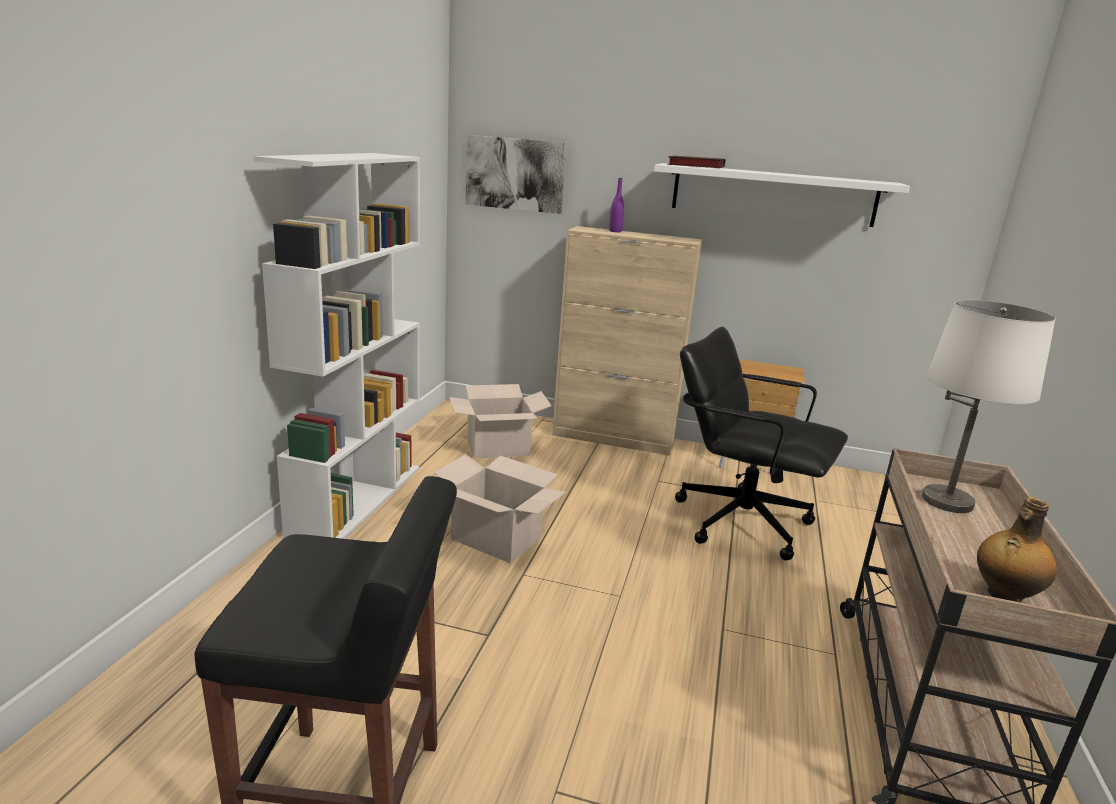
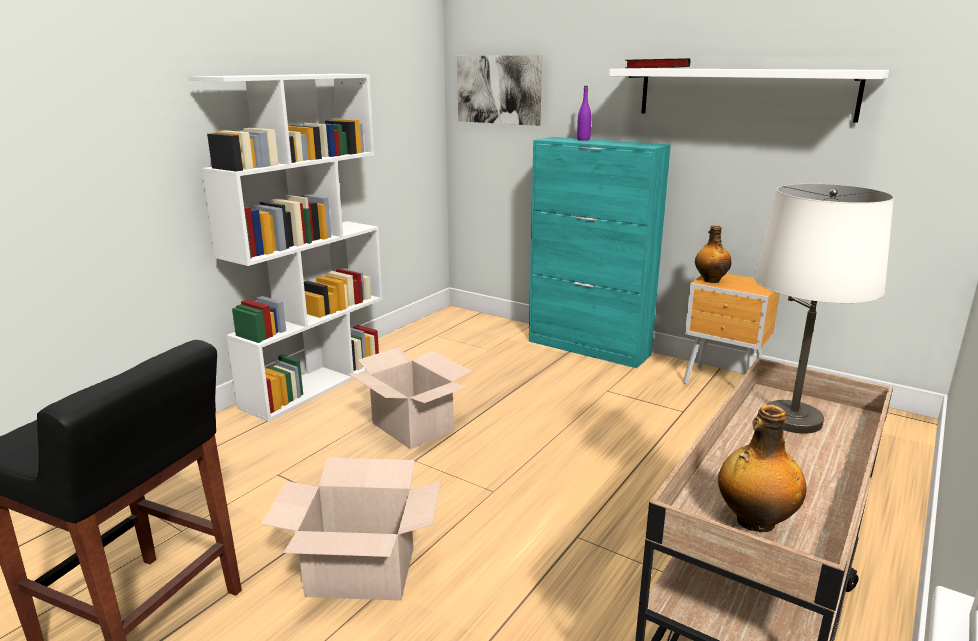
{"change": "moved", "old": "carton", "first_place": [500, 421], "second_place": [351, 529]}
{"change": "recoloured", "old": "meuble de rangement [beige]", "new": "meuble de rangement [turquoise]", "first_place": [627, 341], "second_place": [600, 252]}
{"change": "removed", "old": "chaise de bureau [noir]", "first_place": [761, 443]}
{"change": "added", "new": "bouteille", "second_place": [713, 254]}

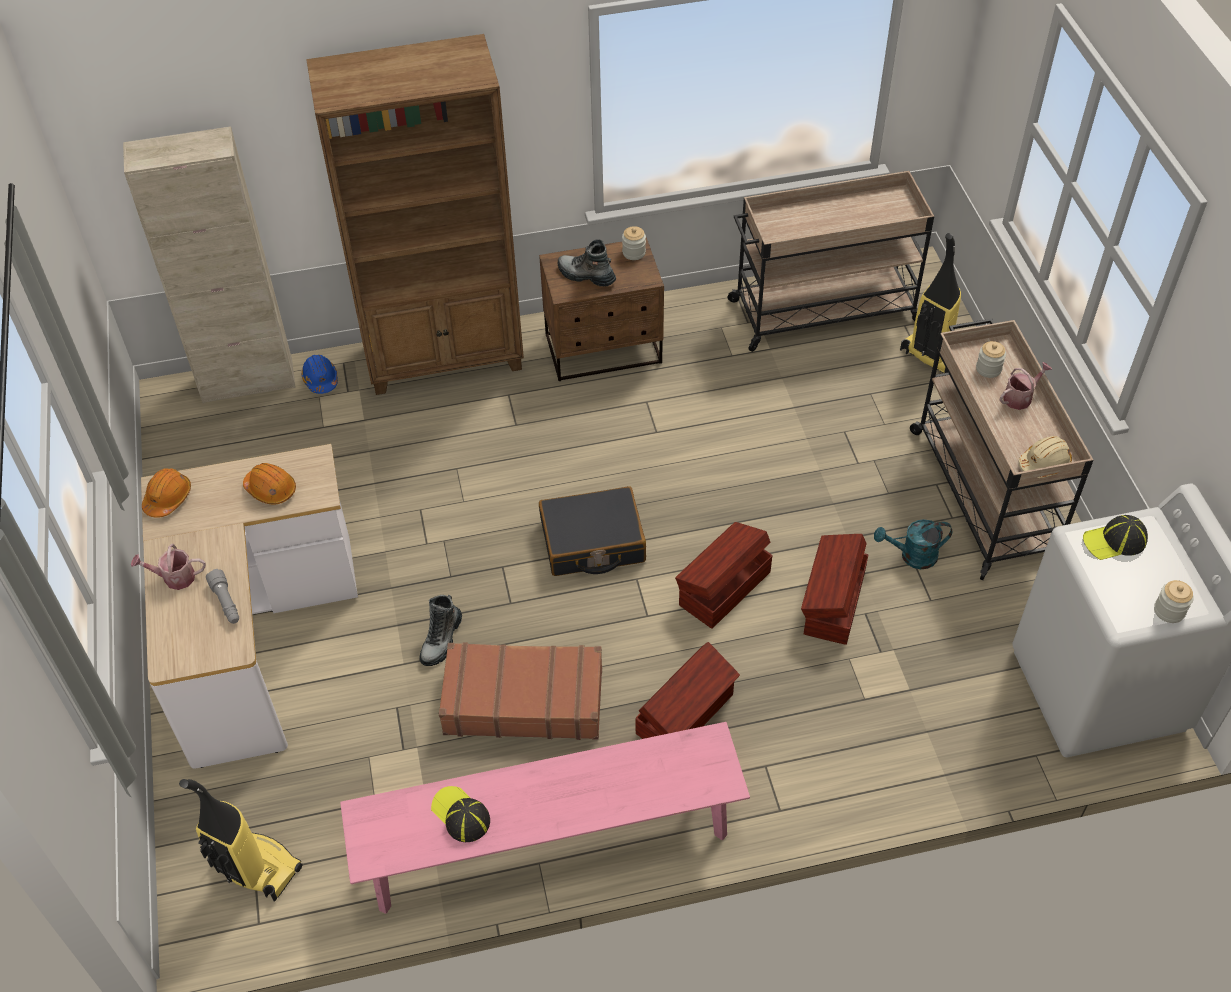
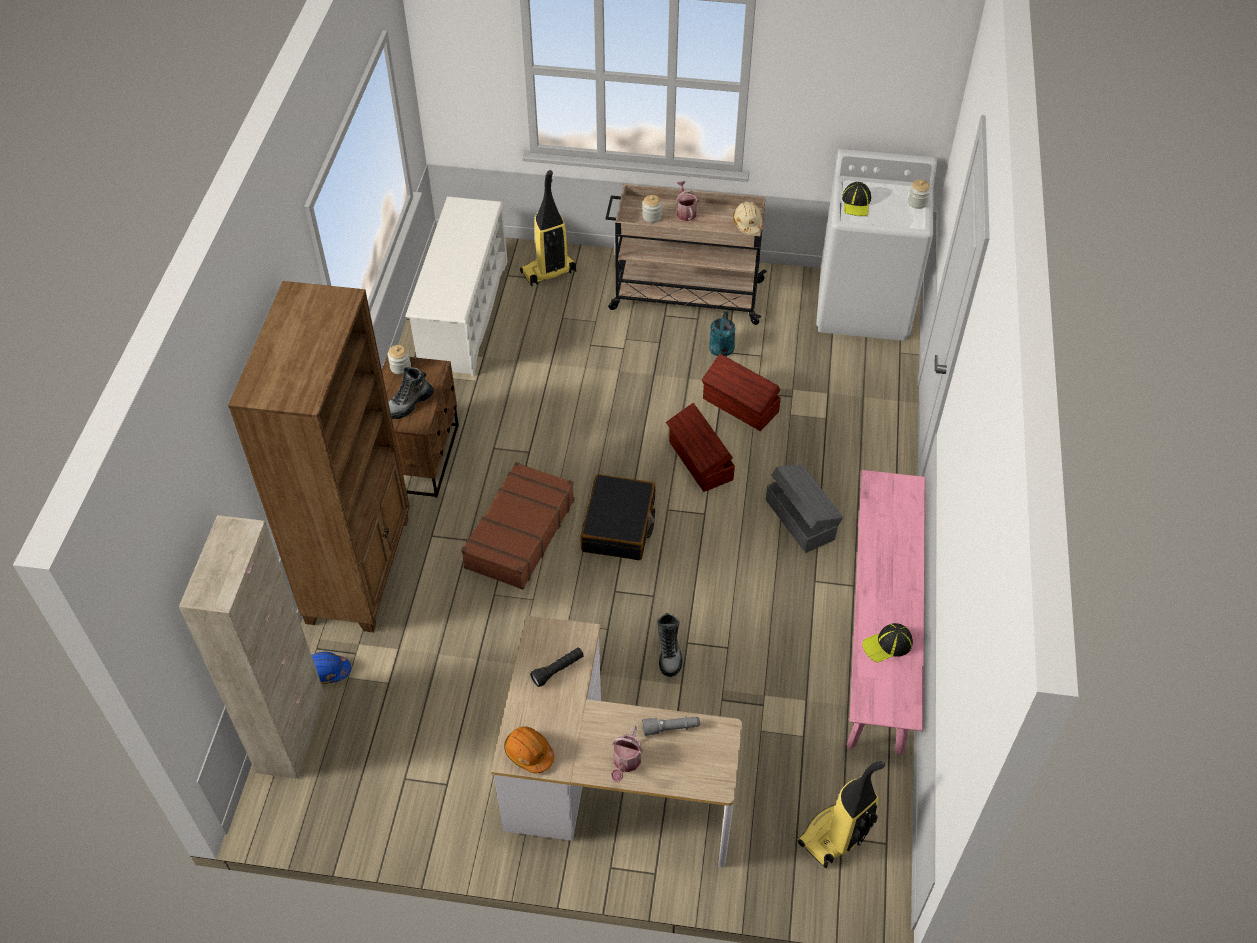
{"change": "replaced", "old": "casque de chantier [orange]", "new": "lampe de poche [noir]", "first_place": [269, 483], "second_place": [557, 667]}
{"change": "turned", "old": "botte", "first_place": [440, 630], "second_place": [669, 645], "degrees": 45}
{"change": "moved", "old": "valise [marron]", "first_place": [520, 691], "second_place": [518, 526]}
{"change": "recoloured", "old": "boîte de rangement [marron]", "new": "boîte de rangement [gris]", "first_place": [687, 690], "second_place": [804, 508]}
{"change": "replaced", "old": "chariot [beige]", "new": "étagère à chaussures [blanc]", "first_place": [831, 261], "second_place": [457, 286]}

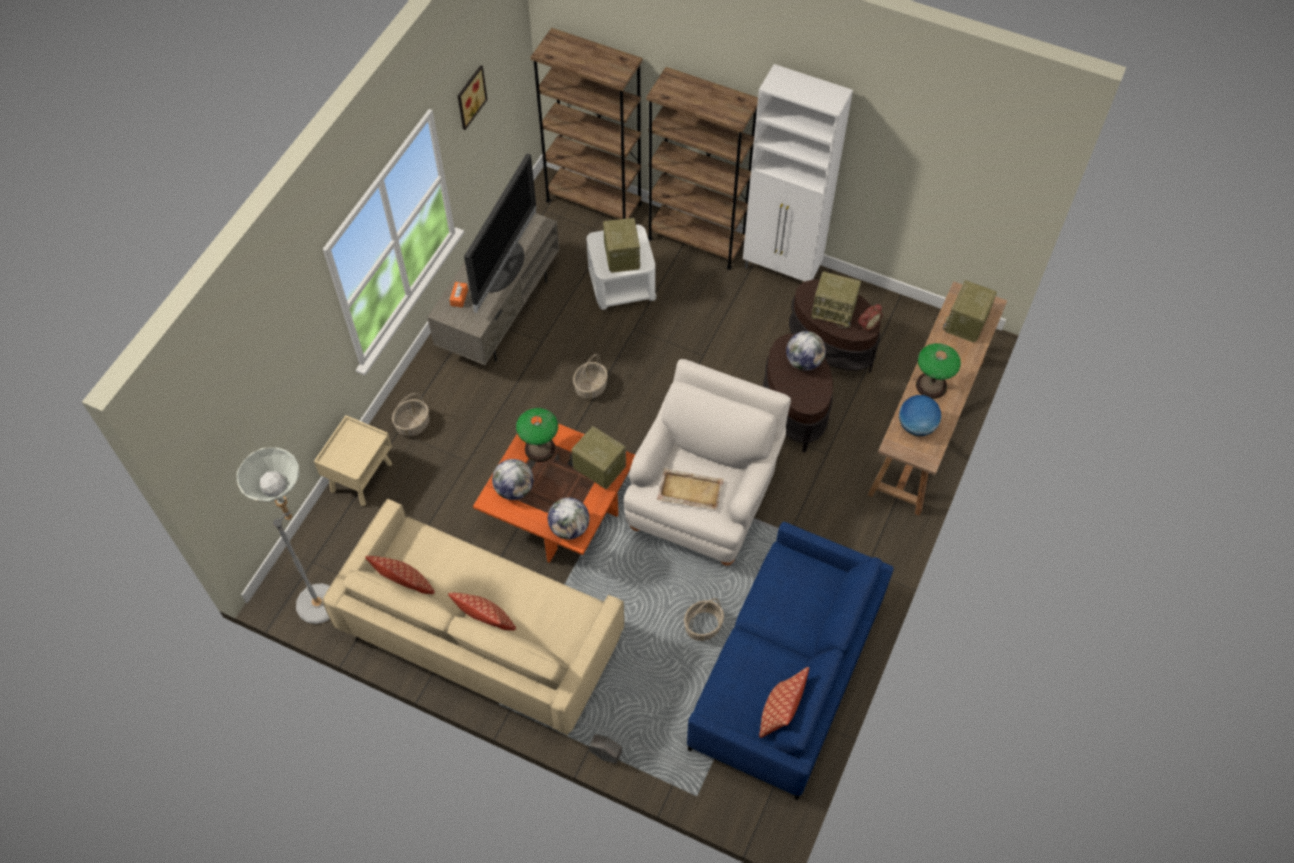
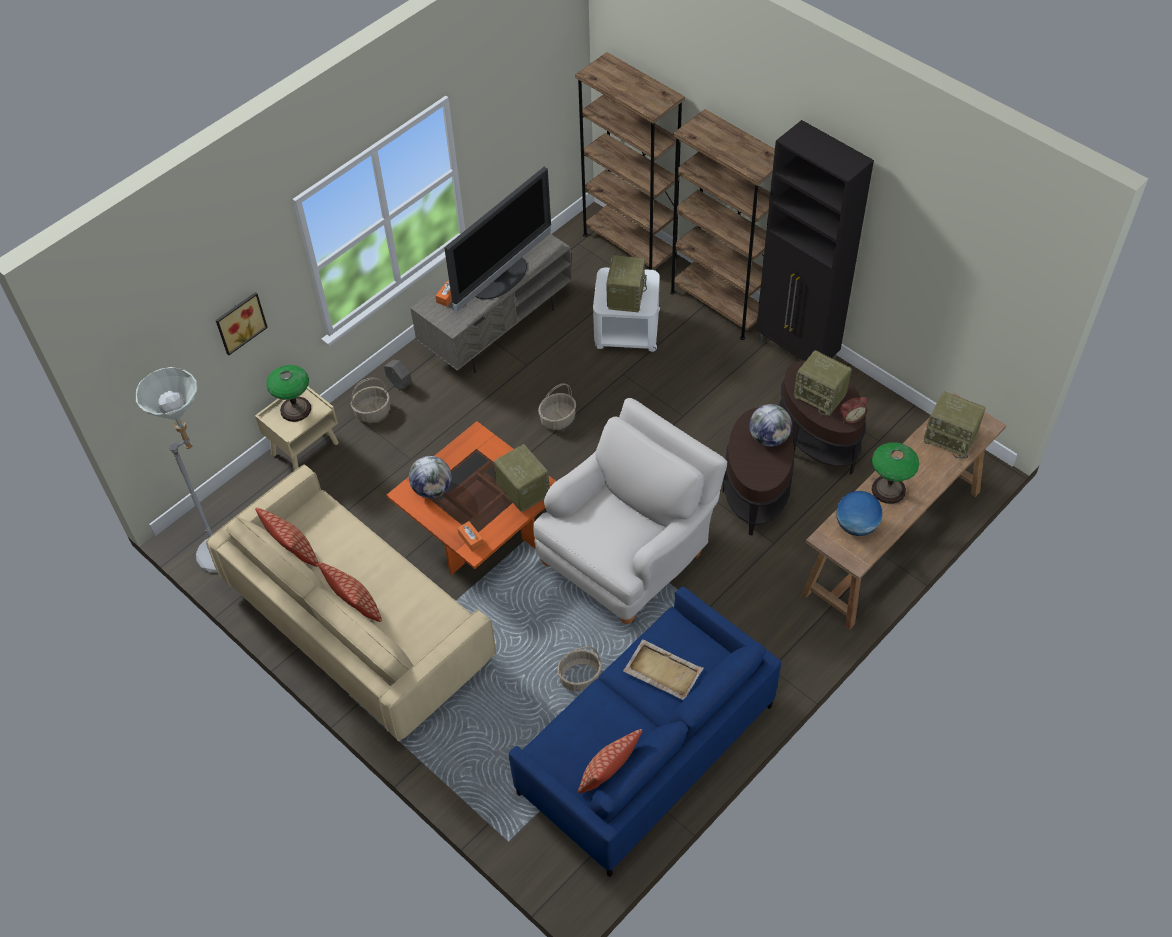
{"change": "moved", "old": "tableau", "first_place": [472, 97], "second_place": [242, 323]}
{"change": "moved", "old": "lampe de table", "first_place": [537, 435], "second_place": [288, 393]}
{"change": "replaced", "old": "globe", "new": "boîte à mouchoirs [orange]", "first_place": [569, 519], "second_place": [470, 536]}
{"change": "moved", "old": "cache-pot [gris]", "first_place": [605, 749], "second_place": [398, 374]}
{"change": "moved", "old": "plateau [beige]", "first_place": [690, 489], "second_place": [663, 669]}
{"change": "recoloured", "old": "meuble de rangement [blanc]", "new": "meuble de rangement [noir]", "first_place": [798, 172], "second_place": [815, 240]}
{"change": "turned", "old": "radio", "first_place": [970, 311], "second_place": [955, 424], "degrees": -105}

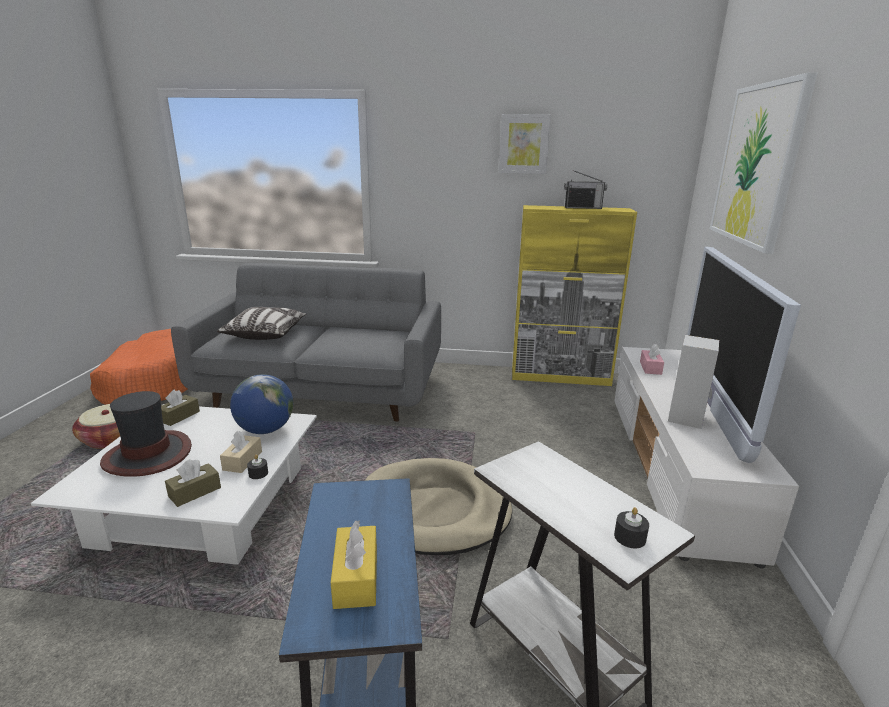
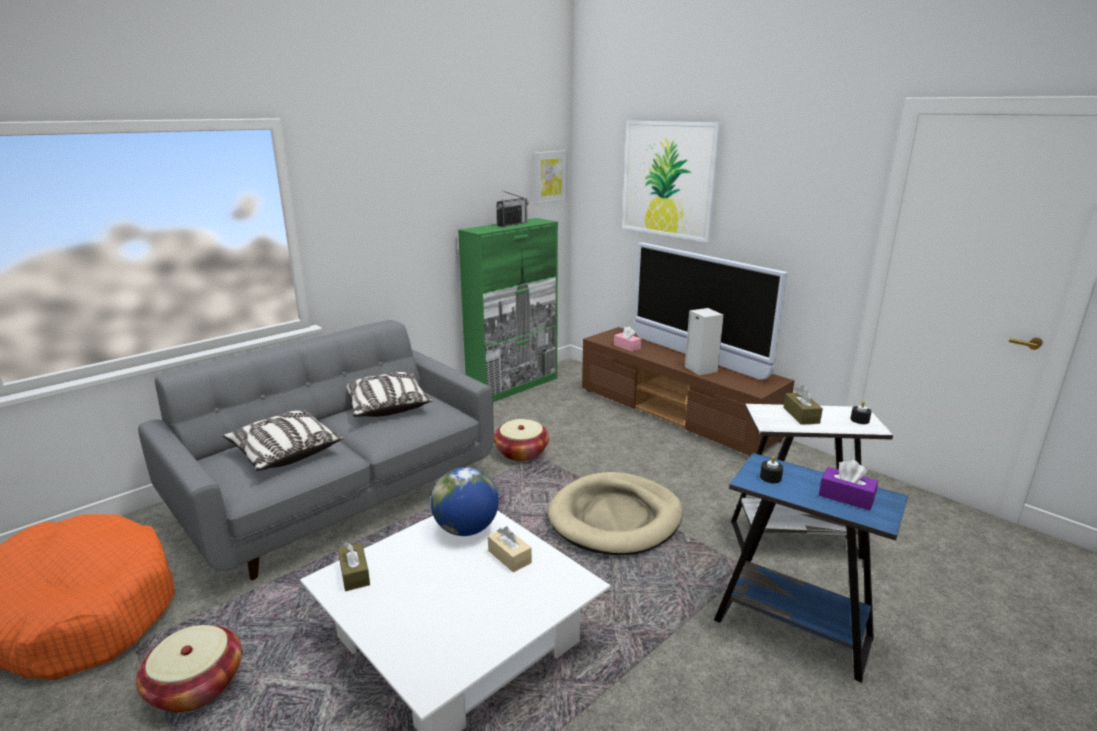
{"change": "removed", "old": "chapeau", "first_place": [146, 434]}
{"change": "moved", "old": "boîte à mouchoirs [marron]", "first_place": [193, 483], "second_place": [803, 405]}
{"change": "moved", "old": "bougie [noir]", "first_place": [257, 467], "second_place": [771, 469]}
{"change": "recoloured", "old": "boîte à mouchoirs [jaune]", "new": "boîte à mouchoirs [violet]", "first_place": [354, 564], "second_place": [848, 485]}
{"change": "moved", "old": "tableau", "first_place": [525, 144], "second_place": [550, 178]}
{"change": "recoloured", "old": "meuble de rangement [jaune]", "new": "meuble de rangement [vert]", "first_place": [574, 295], "second_place": [508, 310]}
{"change": "recoloured", "old": "meuble télé [blanc]", "new": "meuble télé [marron]", "first_place": [706, 457], "second_place": [688, 392]}
{"change": "added", "new": "coussin", "second_place": [390, 394]}
{"change": "added", "new": "panier", "second_place": [521, 440]}

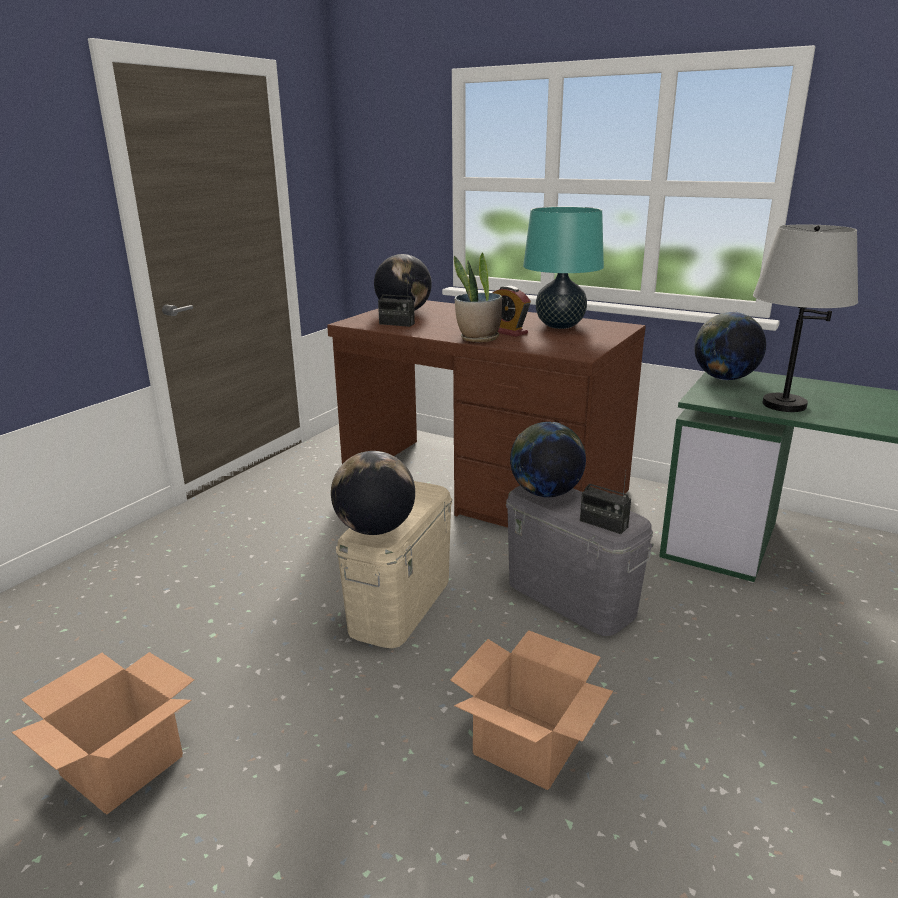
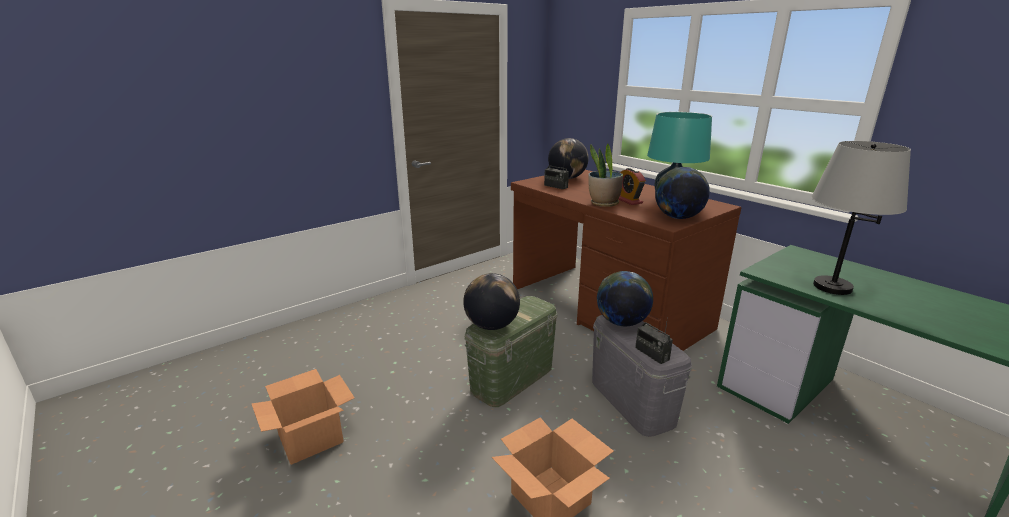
{"change": "recoloured", "old": "boîte de rangement [beige]", "new": "boîte de rangement [vert]", "first_place": [394, 564], "second_place": [511, 351]}
{"change": "moved", "old": "globe", "first_place": [730, 346], "second_place": [682, 193]}

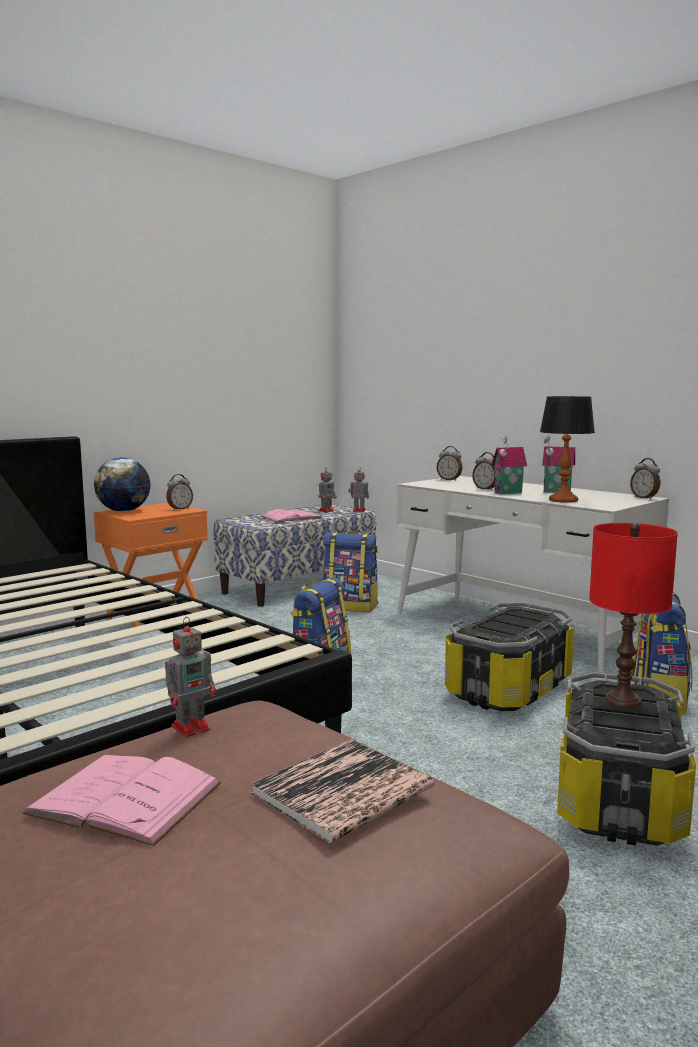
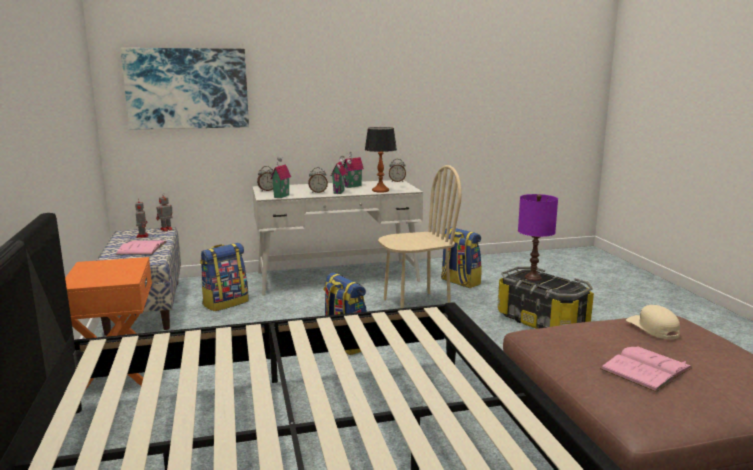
{"change": "removed", "old": "globe", "first_place": [122, 485]}
{"change": "removed", "old": "robot jouet", "first_place": [190, 677]}
{"change": "removed", "old": "réveil", "first_place": [179, 492]}
{"change": "replaced", "old": "livre", "new": "casquette [beige]", "first_place": [342, 791], "second_place": [653, 322]}
{"change": "replaced", "old": "boîte de rangement", "new": "chaise [beige]", "first_place": [509, 656], "second_place": [420, 236]}
{"change": "recoloured", "old": "lampe de table [rouge]", "new": "lampe de table [violet]", "first_place": [633, 615], "second_place": [538, 237]}
{"change": "added", "new": "tableau", "second_place": [185, 89]}
{"change": "added", "new": "maison miniature", "second_place": [280, 177]}

